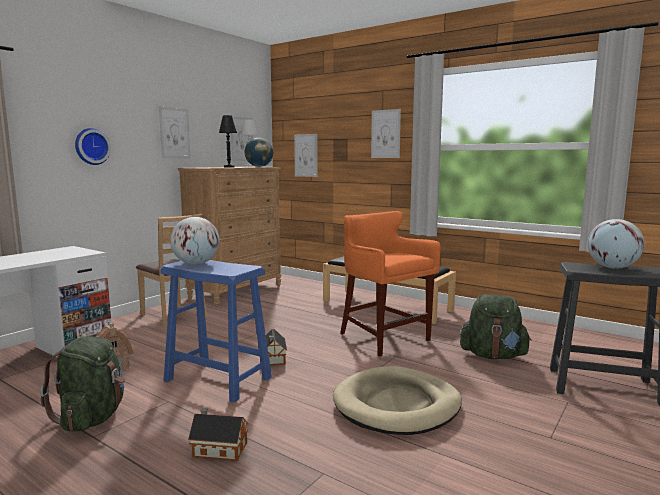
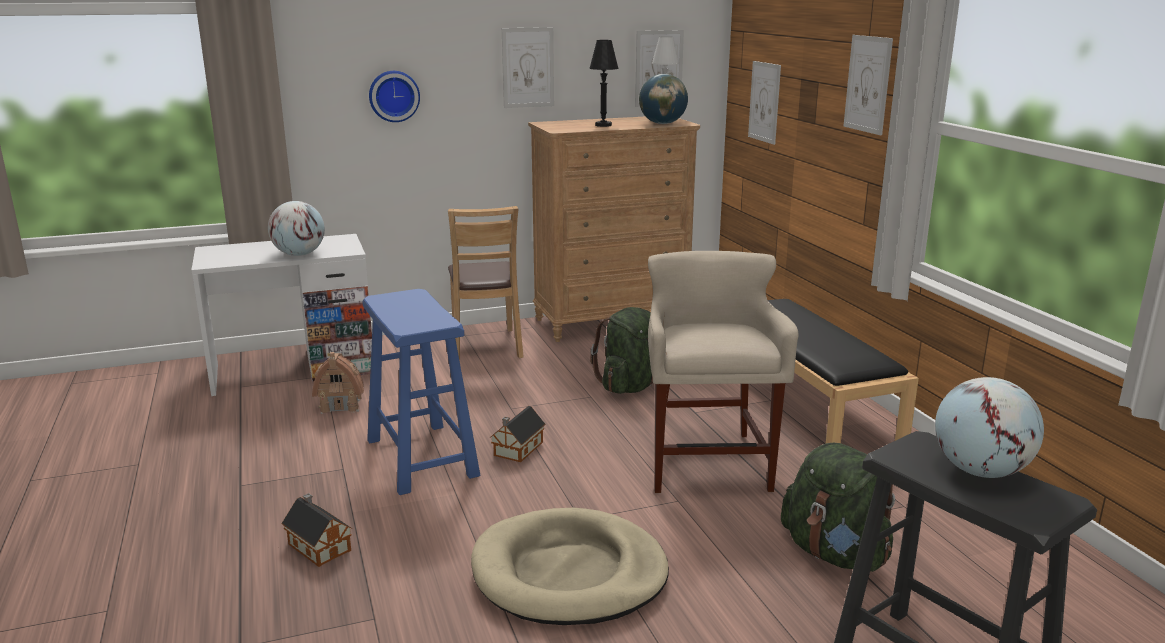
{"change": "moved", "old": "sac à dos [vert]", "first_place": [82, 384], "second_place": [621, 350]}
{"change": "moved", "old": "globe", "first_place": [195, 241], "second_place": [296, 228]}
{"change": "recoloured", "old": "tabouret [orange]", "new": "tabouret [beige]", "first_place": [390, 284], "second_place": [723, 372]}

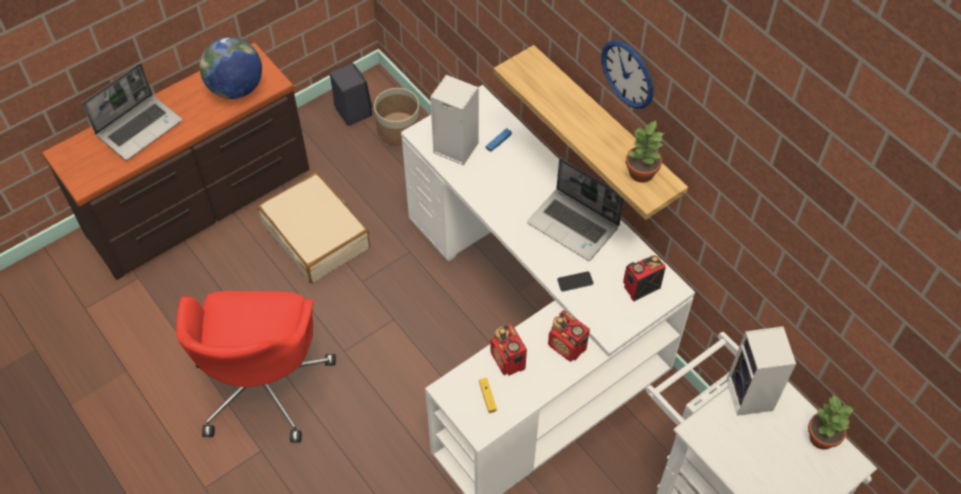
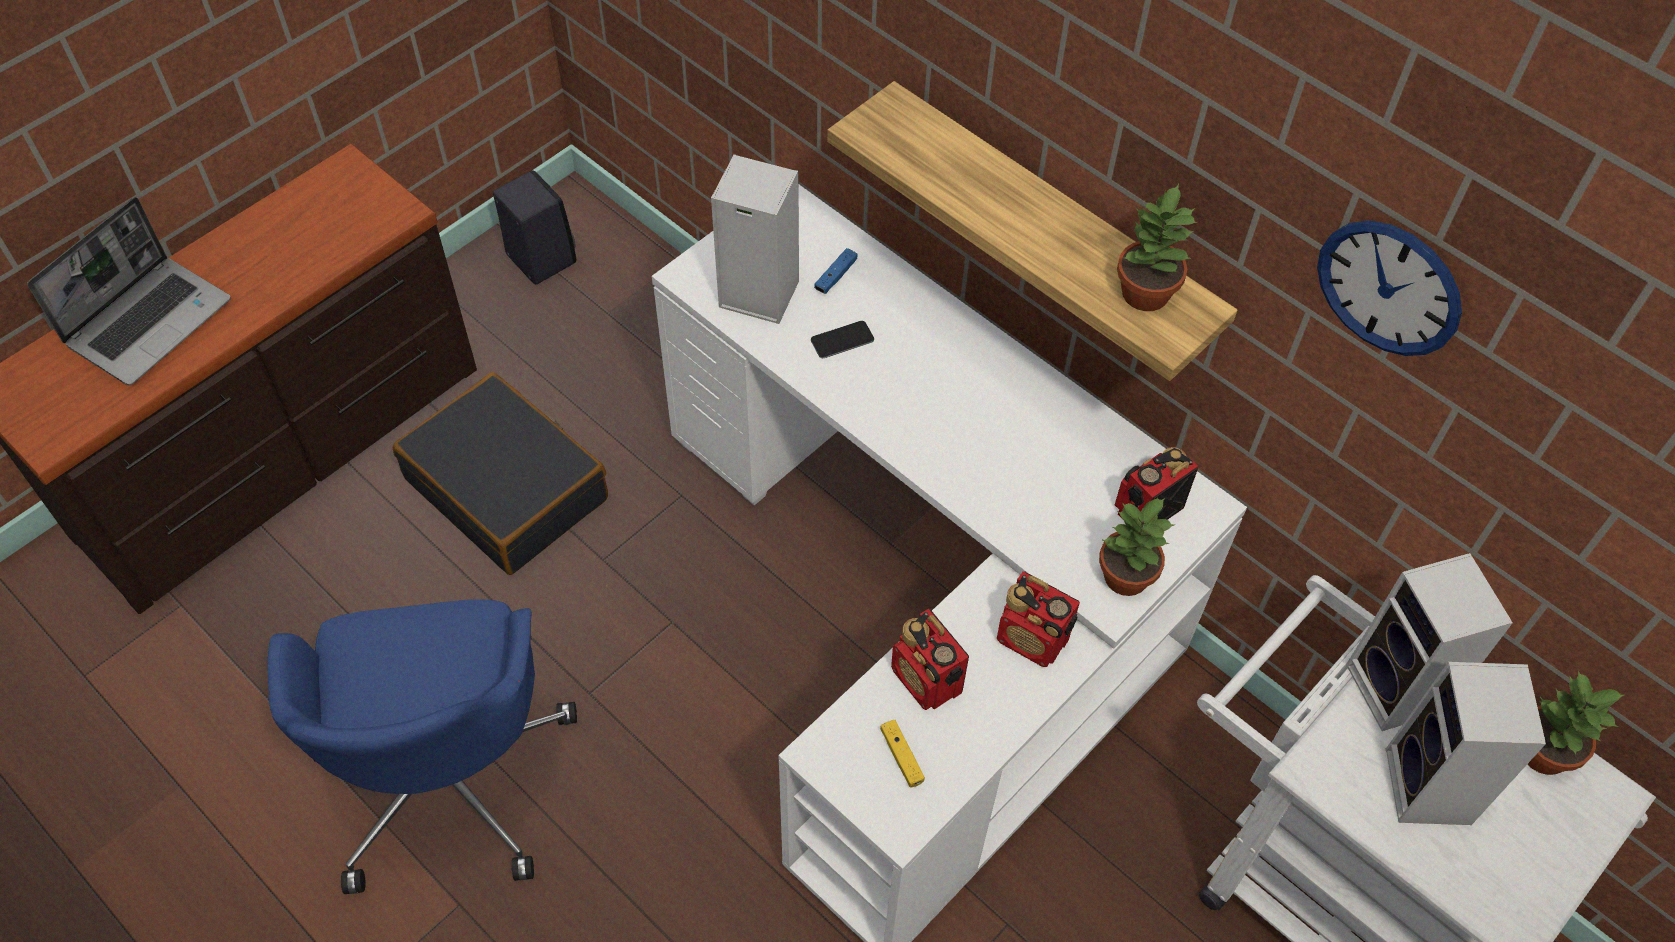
{"change": "recoloured", "old": "chaise de bureau [rouge]", "new": "chaise de bureau [bleu]", "first_place": [256, 367], "second_place": [422, 746]}
{"change": "removed", "old": "globe", "first_place": [231, 68]}
{"change": "recoloured", "old": "valise [beige]", "new": "valise [noir]", "first_place": [314, 228], "second_place": [500, 473]}
{"change": "removed", "old": "cache-pot", "first_place": [397, 116]}
{"change": "removed", "old": "ordinateur portable", "first_place": [575, 209]}
{"change": "moved", "old": "téléphone", "first_place": [575, 281], "second_place": [842, 339]}
{"change": "moved", "old": "horloge murale", "first_place": [627, 74], "second_place": [1389, 288]}
{"change": "added", "new": "plante en pot", "second_place": [1137, 547]}
{"change": "added", "new": "enceinte", "second_place": [1466, 743]}

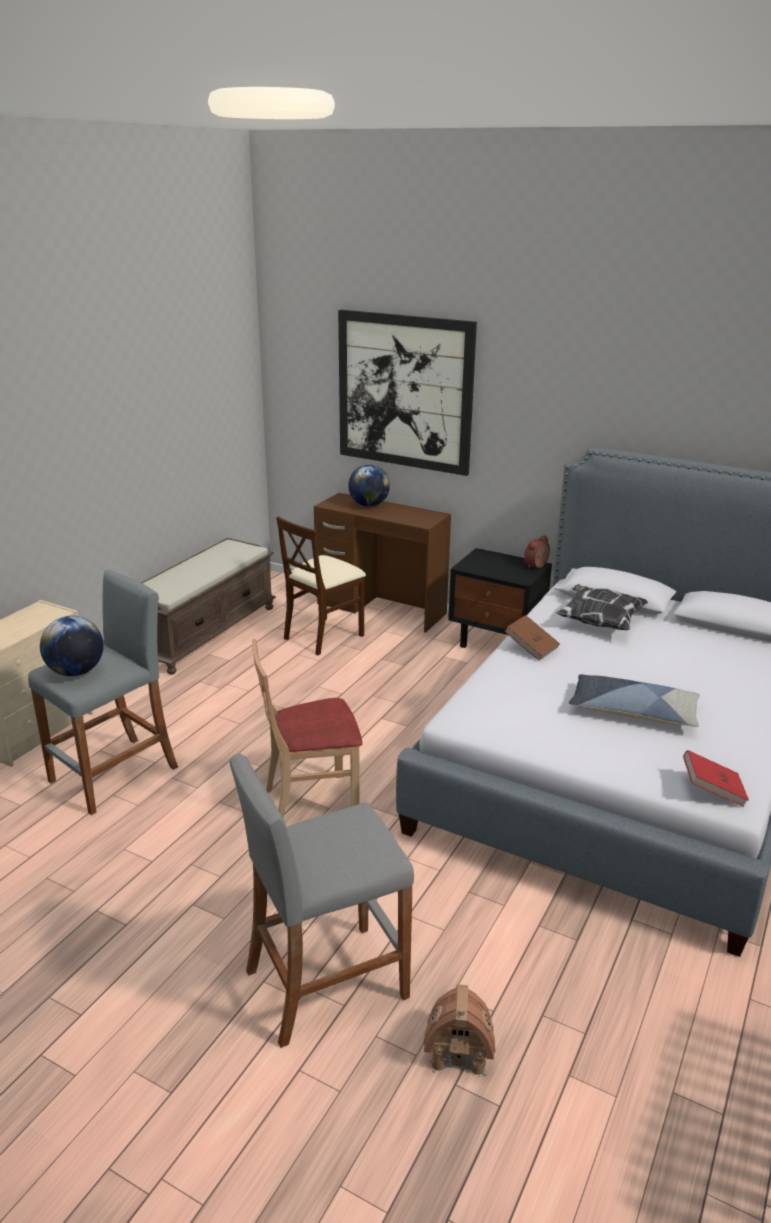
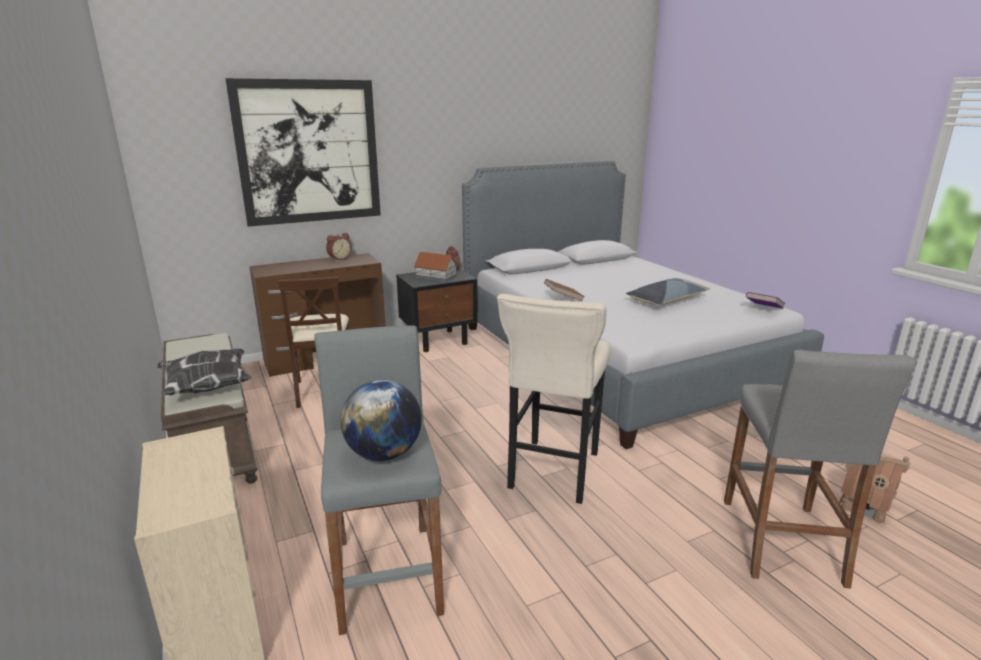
{"change": "replaced", "old": "chaise [beige]", "new": "tabouret [beige]", "first_place": [307, 729], "second_place": [553, 399]}
{"change": "removed", "old": "globe", "first_place": [369, 486]}
{"change": "moved", "old": "coussin", "first_place": [602, 607], "second_place": [204, 372]}
{"change": "recoloured", "old": "livre [rouge]", "new": "livre [violet]", "first_place": [716, 778], "second_place": [765, 300]}
{"change": "added", "new": "réveil", "second_place": [339, 247]}
{"change": "added", "new": "maison miniature", "second_place": [436, 267]}

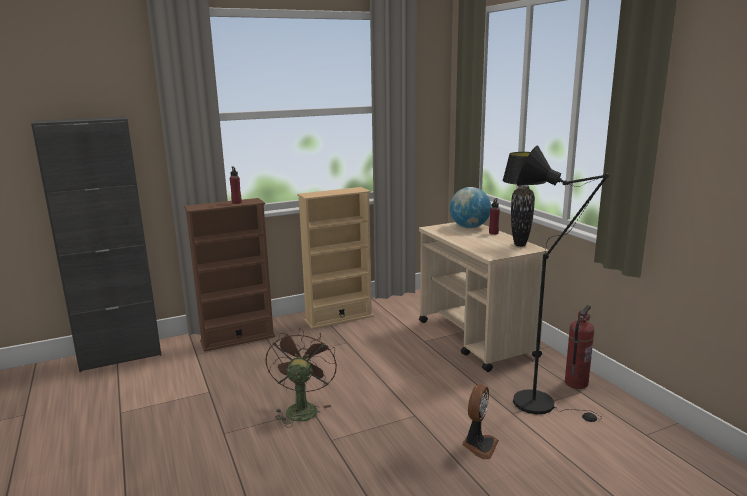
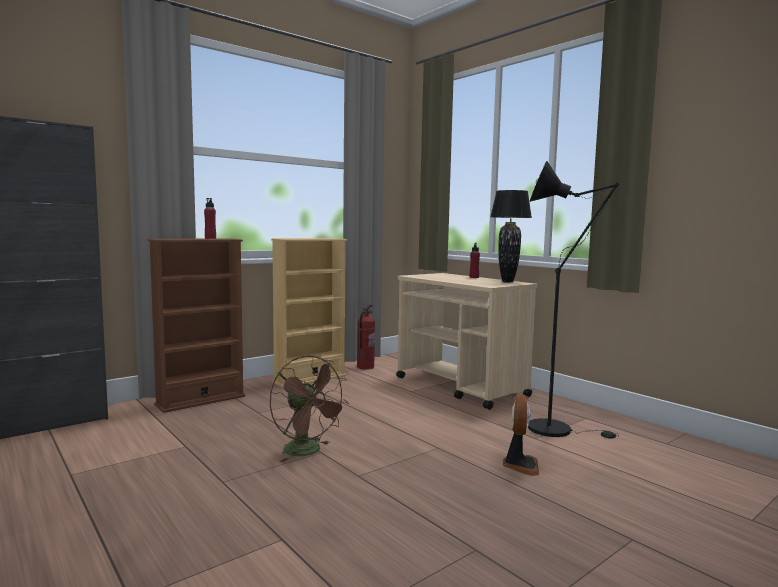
{"change": "turned", "old": "ventilateur [marron]", "first_place": [301, 378], "second_place": [309, 408], "degrees": 150}
{"change": "removed", "old": "globe", "first_place": [470, 207]}
{"change": "moved", "old": "extincteur", "first_place": [579, 347], "second_place": [366, 337]}

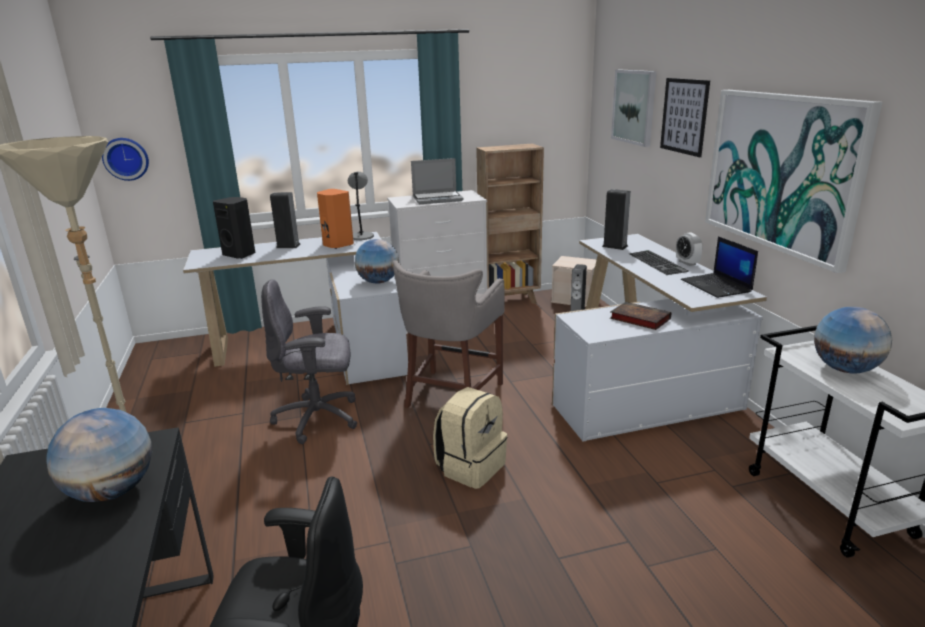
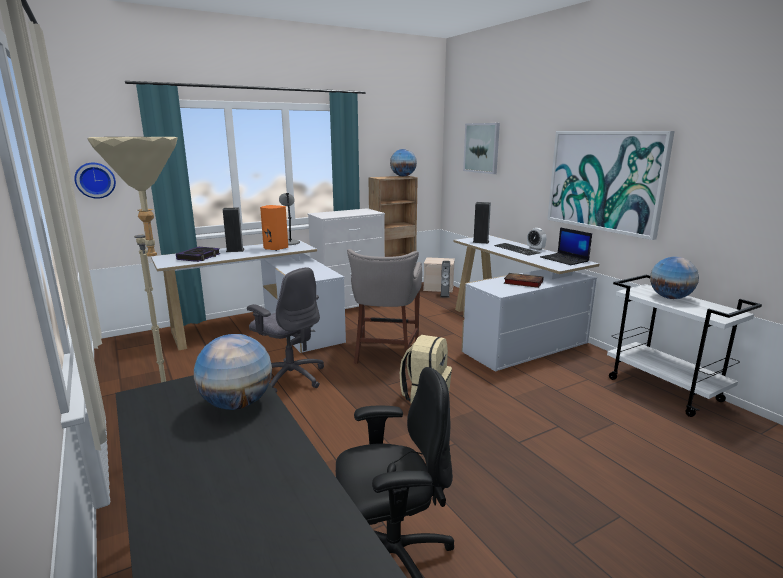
{"change": "replaced", "old": "enceinte [noir]", "new": "livre", "first_place": [234, 228], "second_place": [198, 254]}
{"change": "turned", "old": "chaise de bureau [gris]", "first_place": [309, 361], "second_place": [285, 330], "degrees": -120}
{"change": "moved", "old": "globe", "first_place": [377, 261], "second_place": [403, 162]}
{"change": "removed", "old": "ordinateur portable", "first_place": [437, 181]}
{"change": "removed", "old": "tableau", "first_place": [685, 117]}

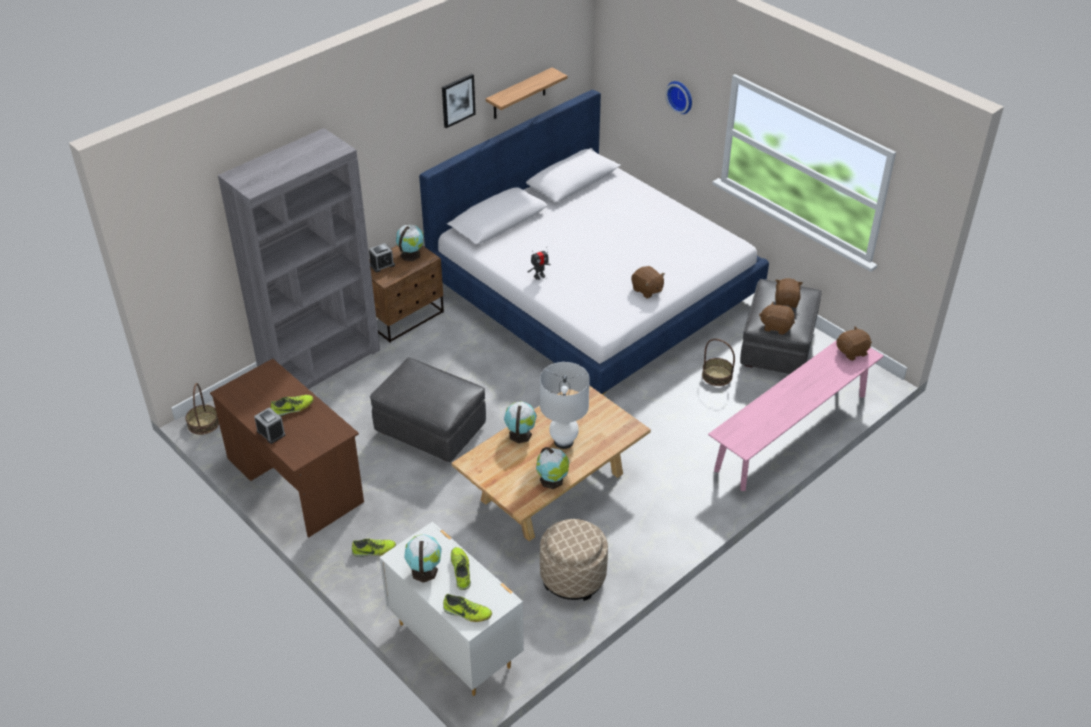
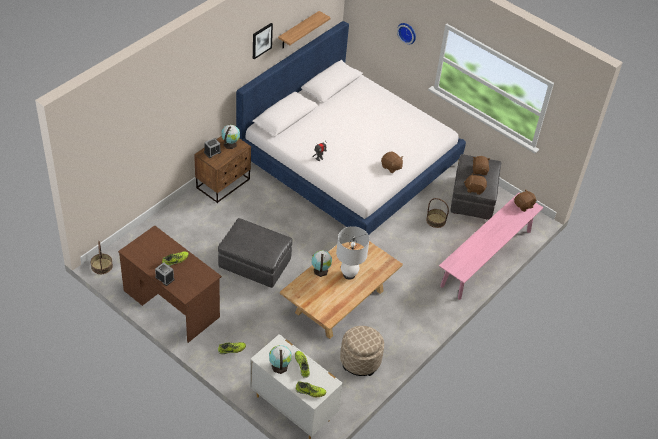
{"change": "removed", "old": "bibliothèque [gris]", "first_place": [299, 258]}
{"change": "removed", "old": "globe", "first_place": [552, 468]}

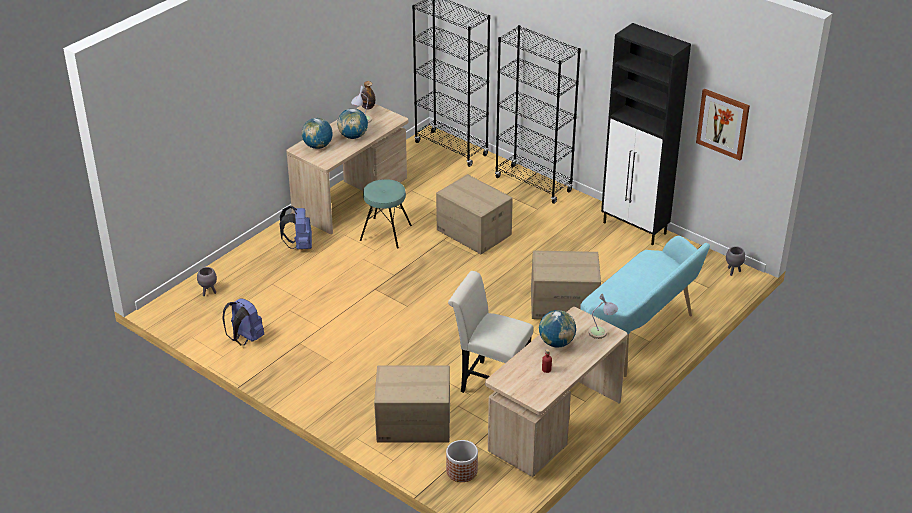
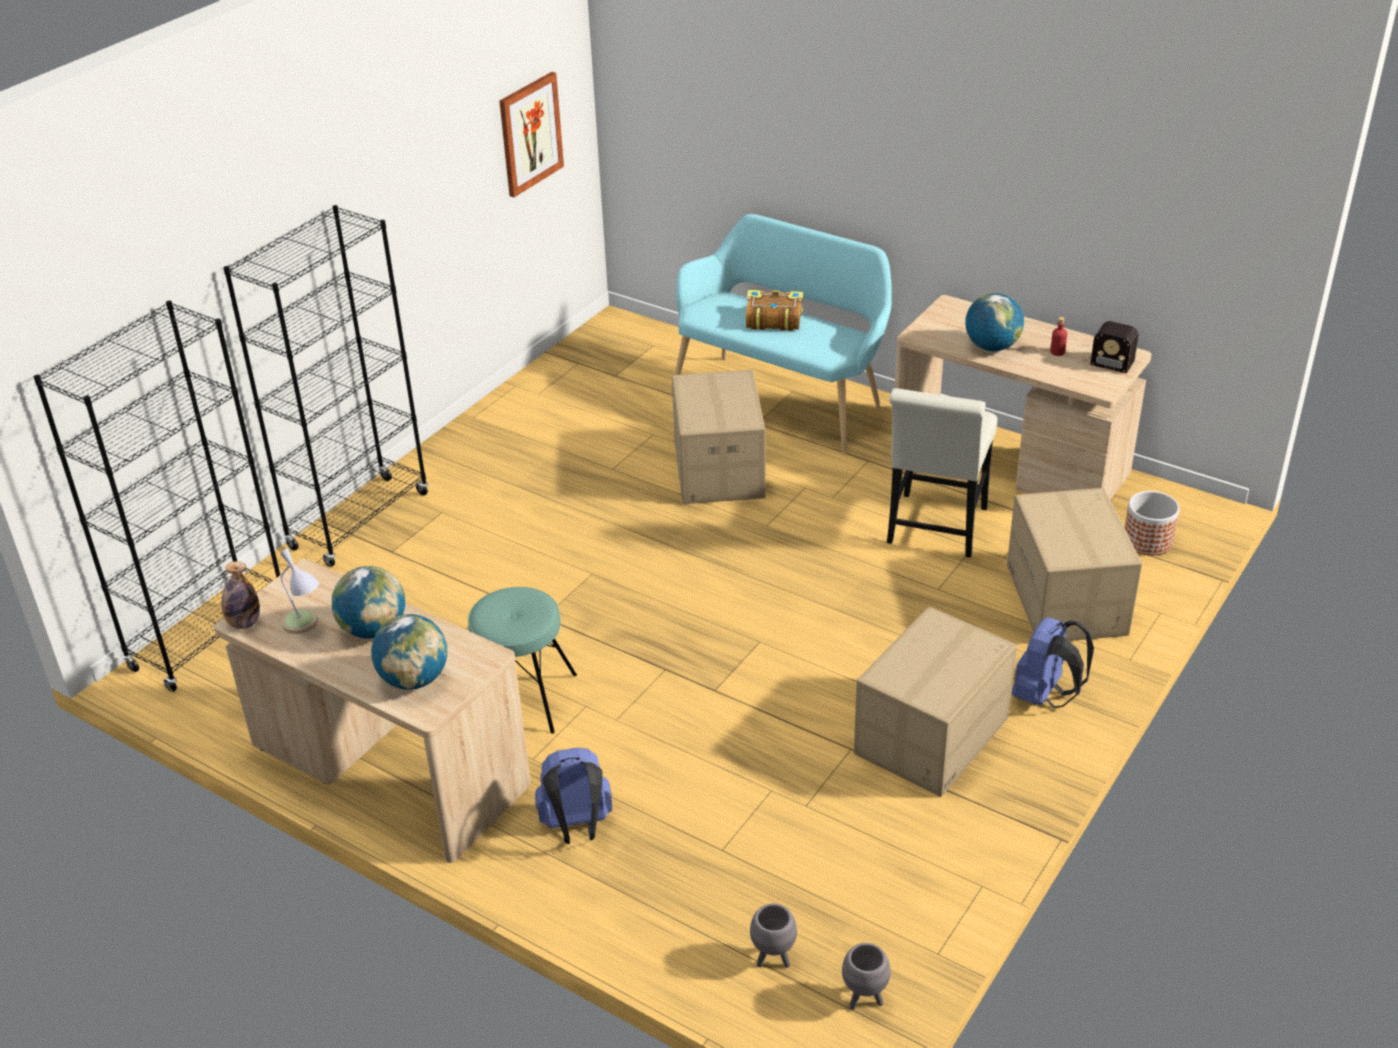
{"change": "moved", "old": "sac à dos [bleu]", "first_place": [243, 321], "second_place": [1053, 663]}
{"change": "moved", "old": "carton", "first_place": [474, 214], "second_place": [935, 701]}
{"change": "removed", "old": "lampe de table", "first_place": [603, 316]}
{"change": "removed", "old": "meuble de rangement [noir]", "first_place": [646, 134]}
{"change": "moved", "old": "cache-pot [gris]", "first_place": [735, 261], "second_place": [866, 976]}
{"change": "added", "new": "livre", "second_place": [774, 310]}
{"change": "added", "new": "radio", "second_place": [1104, 347]}

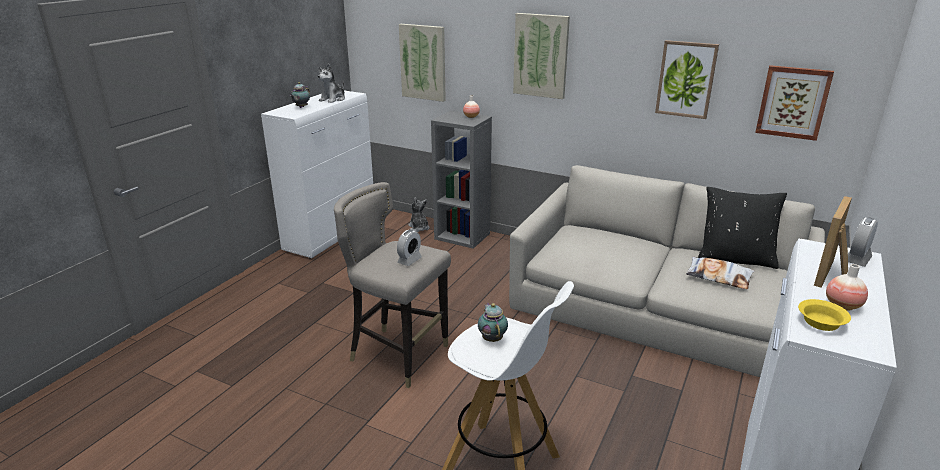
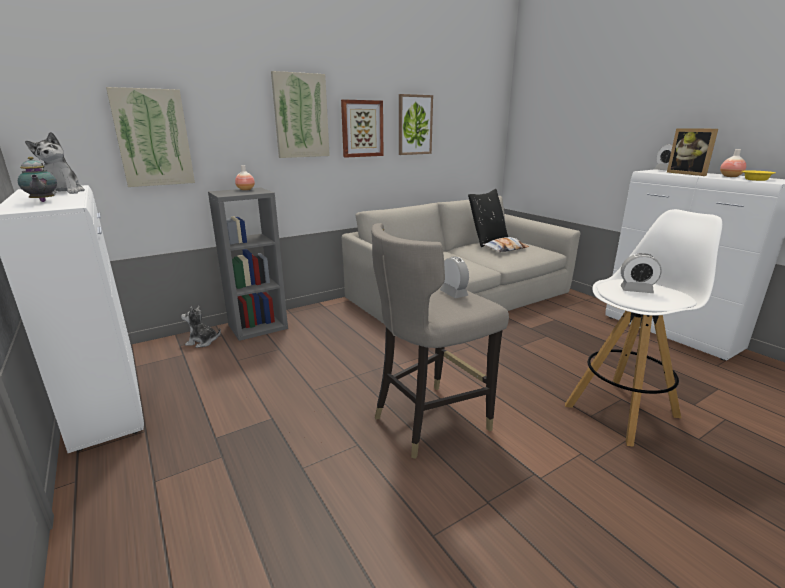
{"change": "replaced", "old": "théière", "new": "réveil", "first_place": [493, 322], "second_place": [641, 273]}
{"change": "moved", "old": "tableau", "first_place": [794, 103], "second_place": [362, 128]}

